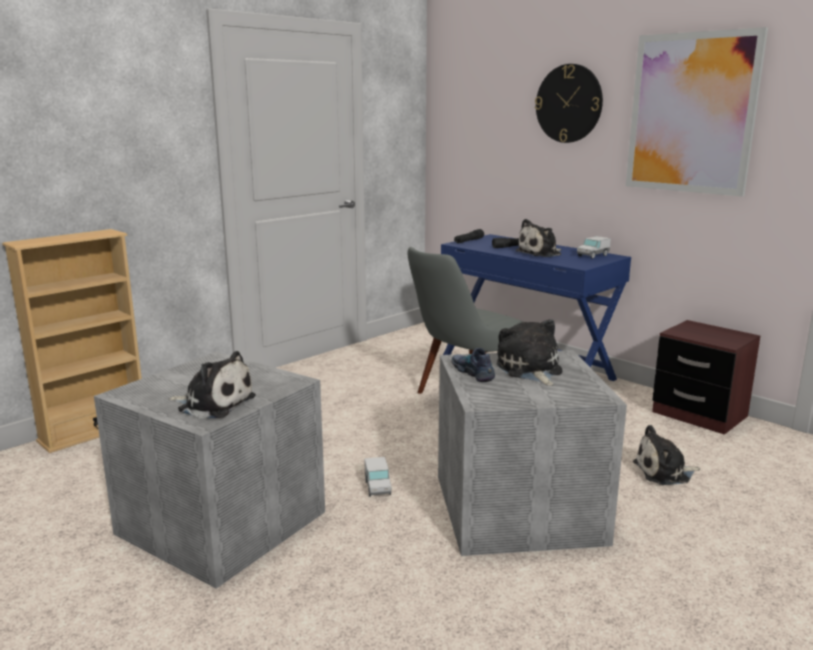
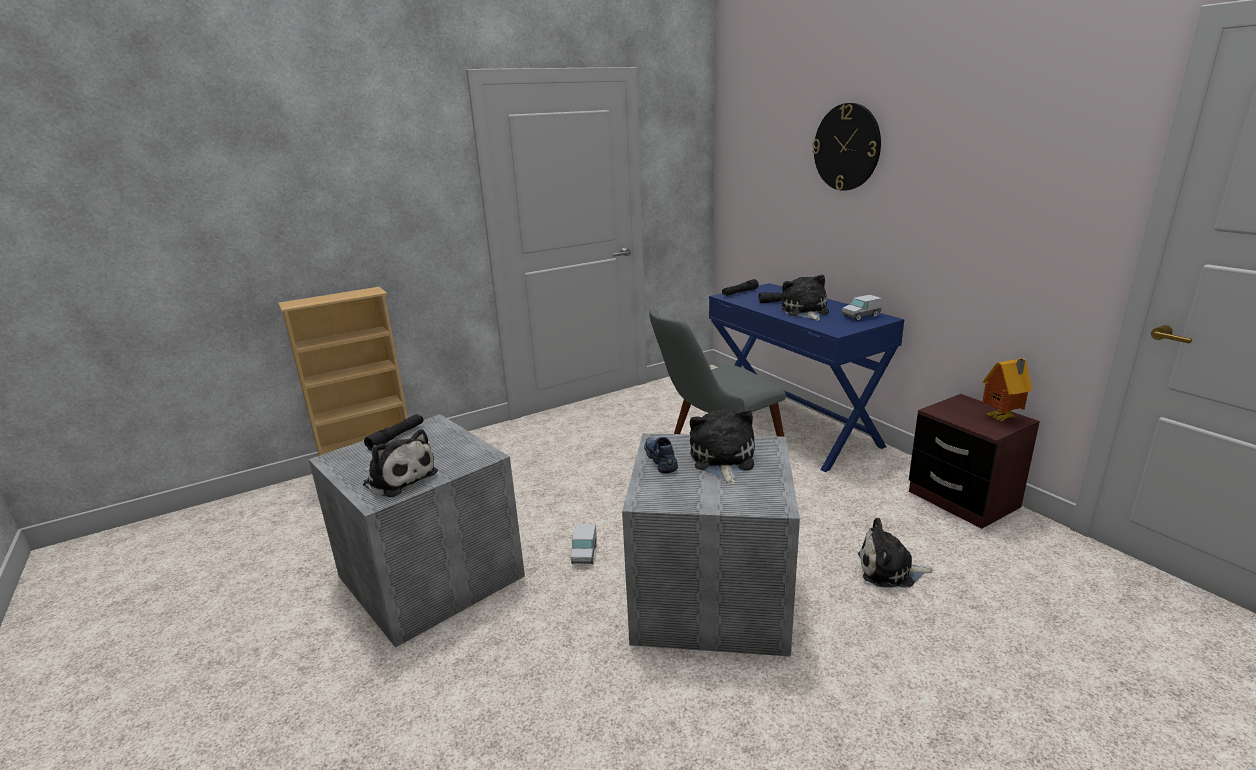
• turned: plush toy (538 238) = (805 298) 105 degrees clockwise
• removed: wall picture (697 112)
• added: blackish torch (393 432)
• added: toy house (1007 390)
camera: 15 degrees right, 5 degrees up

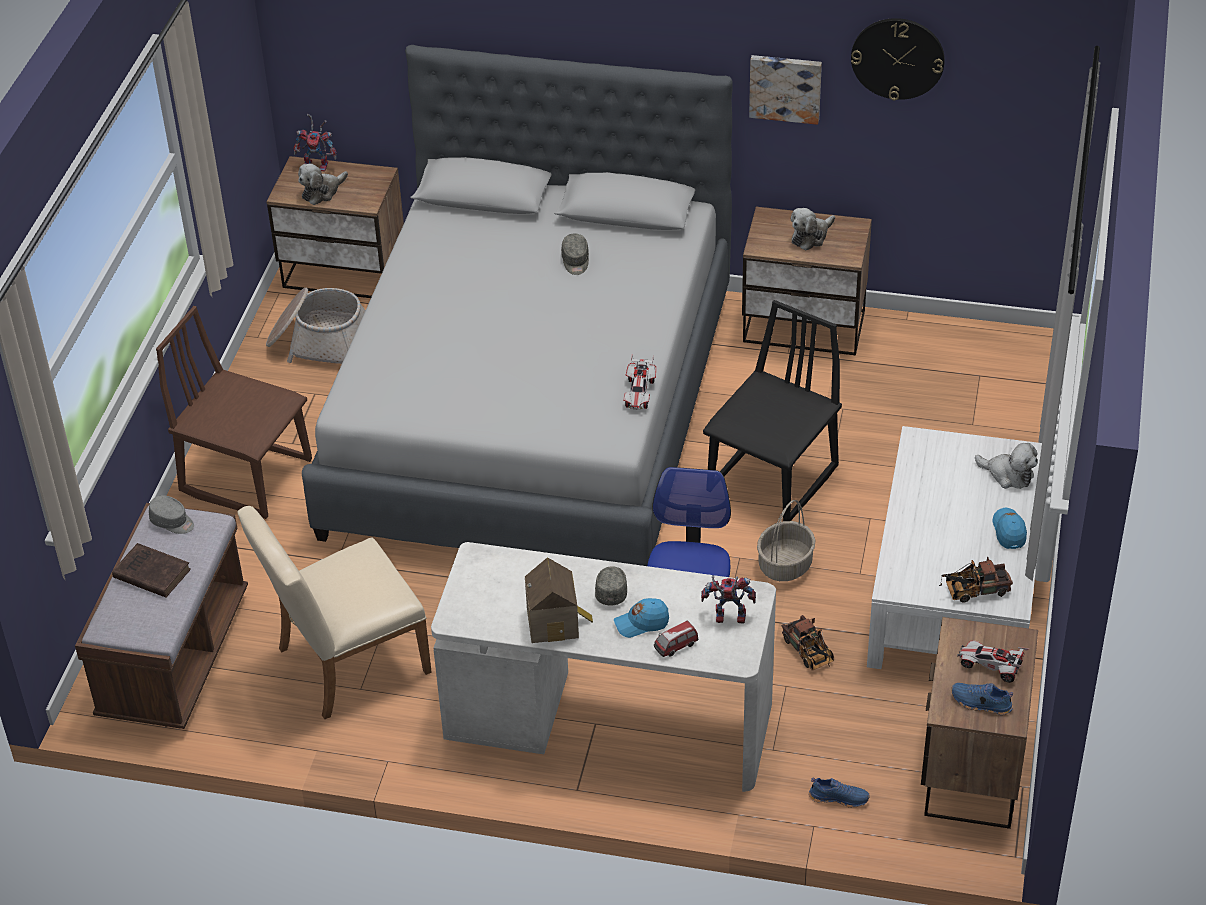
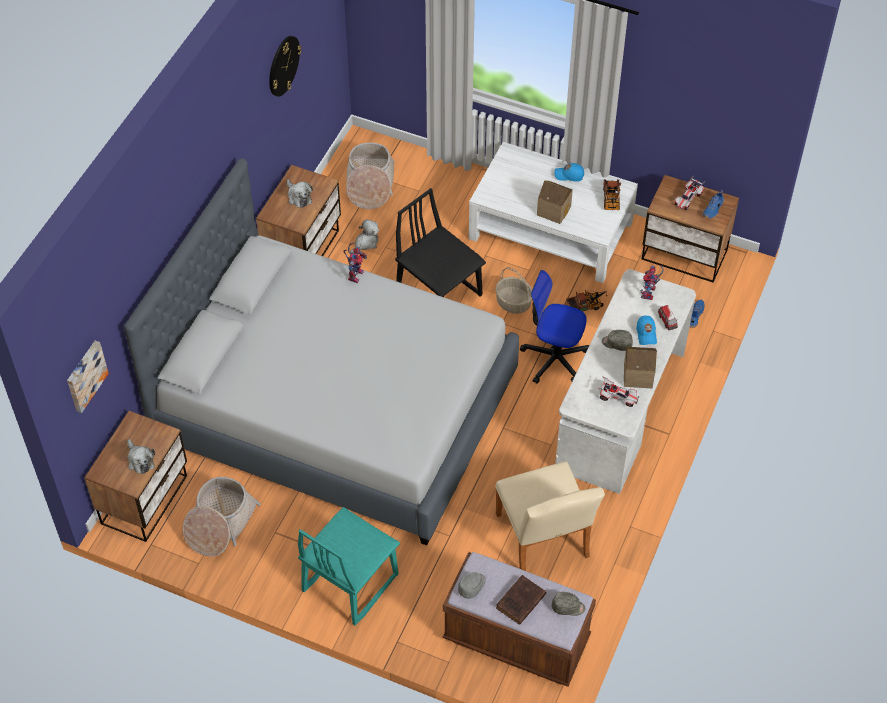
• recoloured: brown chair (234 412) to turquoise chair (349 566)
• moved: robot figure (315 143) to (355 262)
• moved: gray peaked cap (575 254) to (568 604)
• moved: model car (639 382) to (618 391)
• moved: wall picture (785 90) to (88 377)
• moved: plush toy (1006 466) to (364 236)
• added: basket (370 175)
• added: toy house (555 202)
camera: 80 degrees left, 10 degrees up

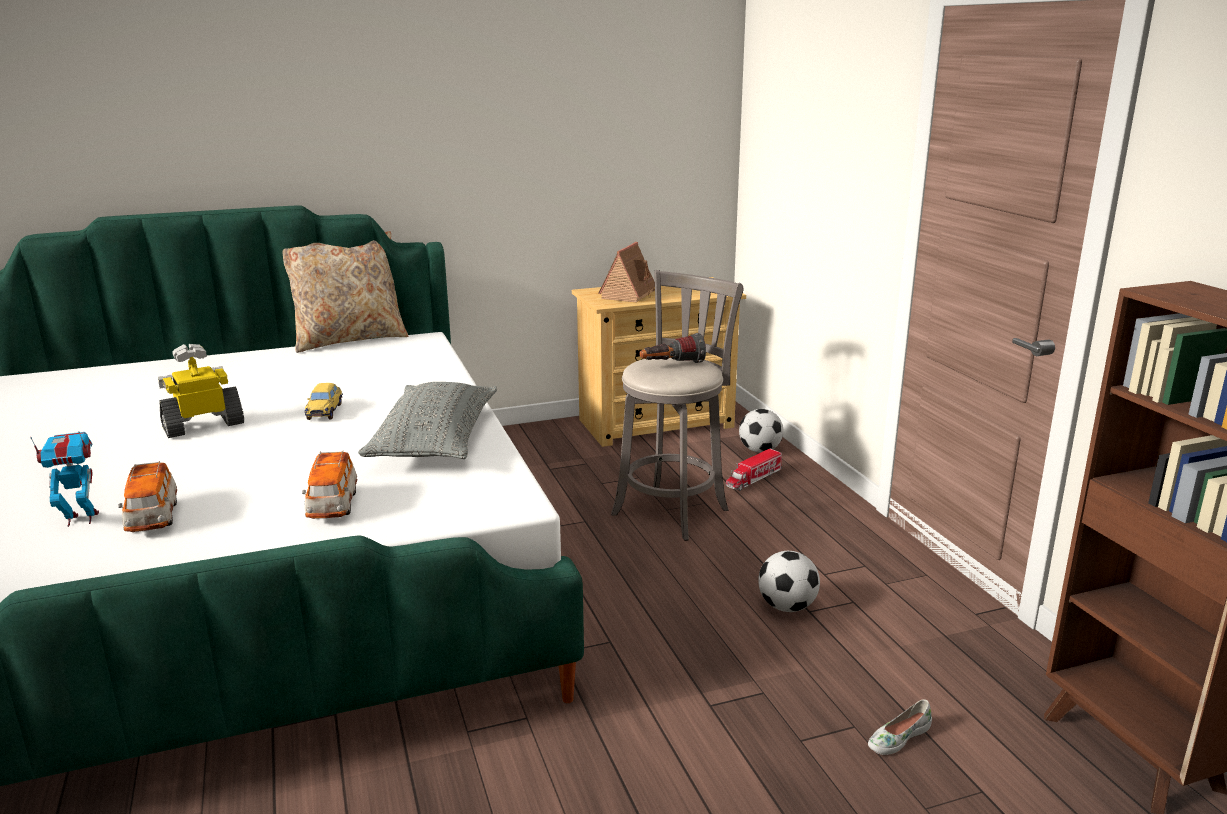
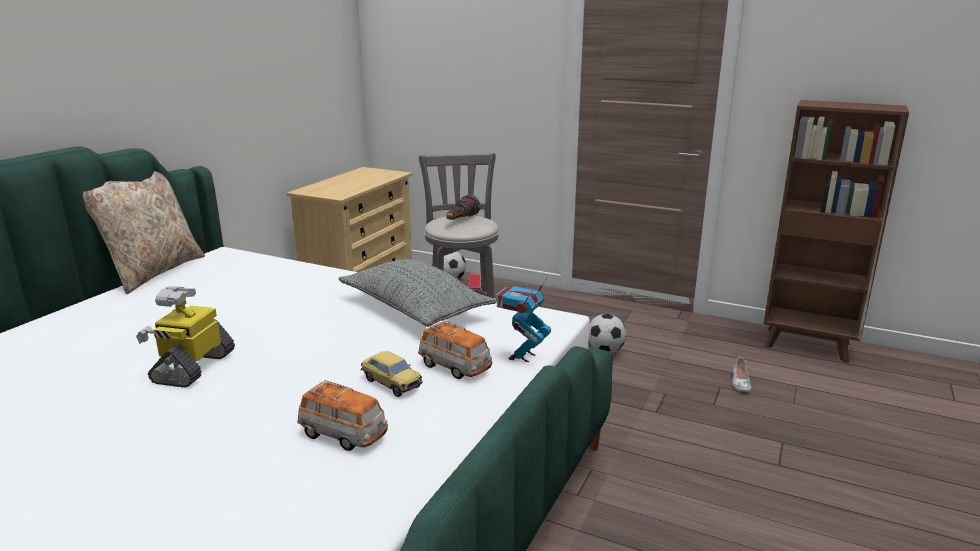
• moved: robot figure (64 479) to (523 320)
• moved: model car (324 401) to (392 374)
• removed: toy house (626 272)
camera: 45 degrees left, 0 degrees up

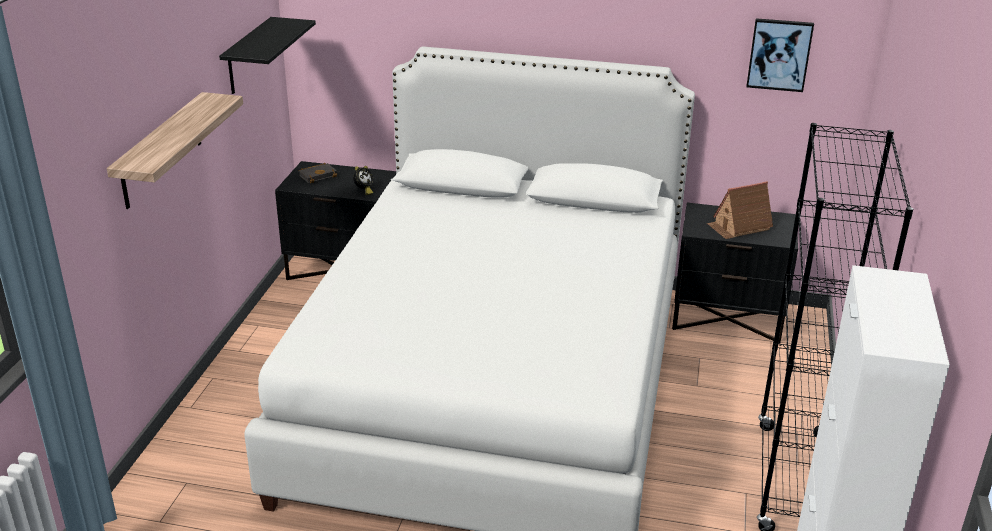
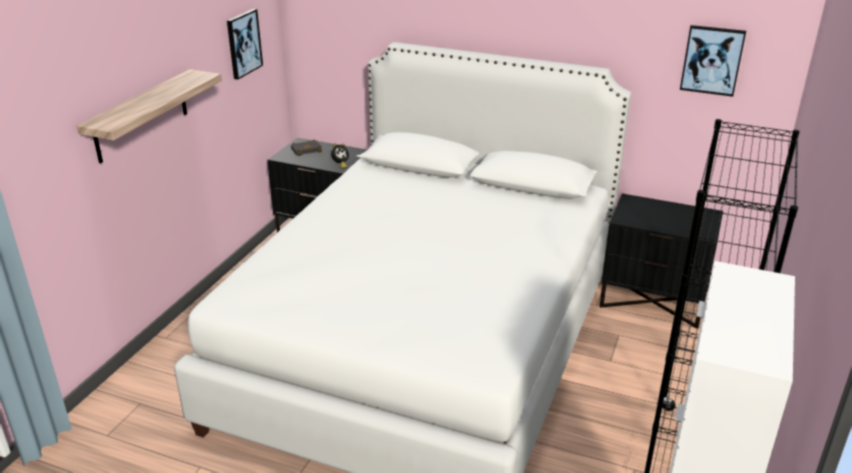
• replaced: blackish shelf (267 55) to wall picture (245 44)
• removed: toy house (740 210)
camera: 10 degrees right, 0 degrees up

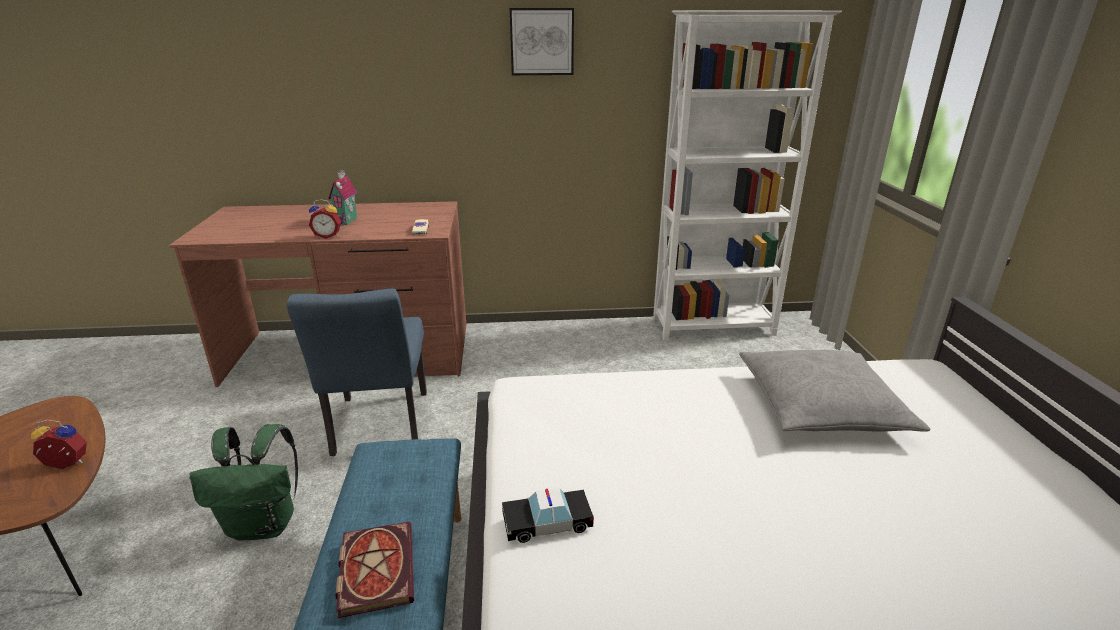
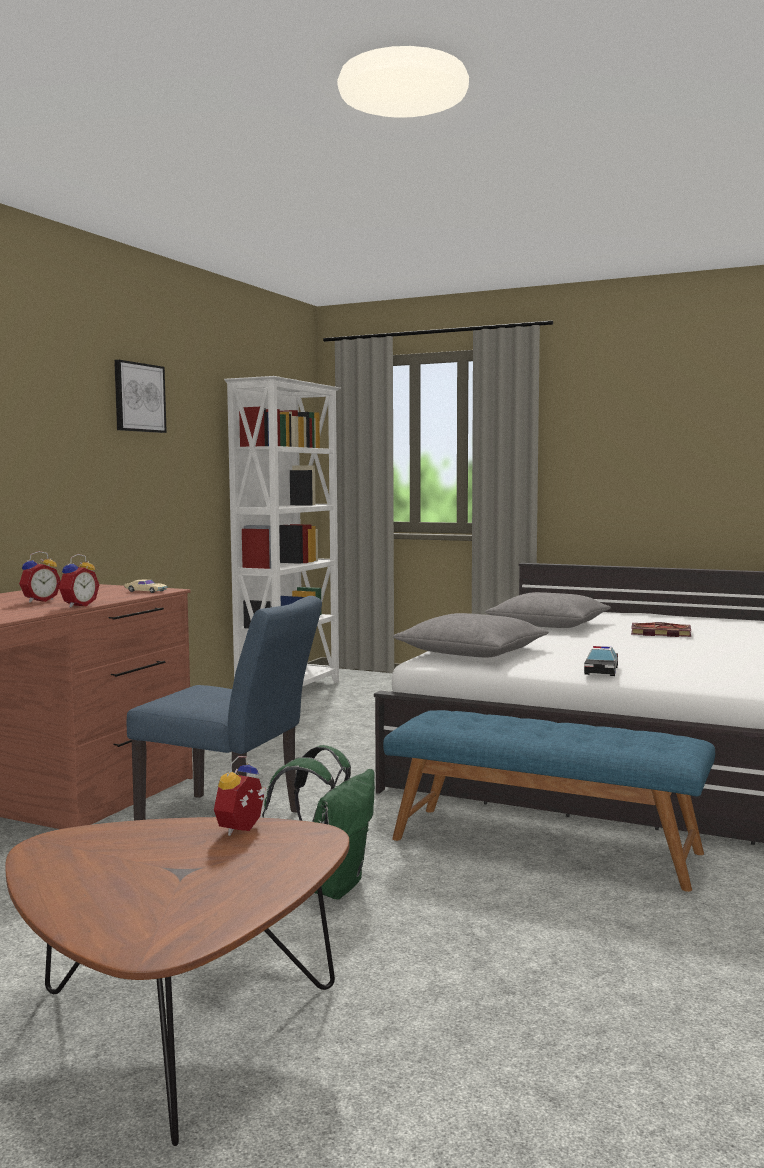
• replaced: toy house (342 197) to table clock (40 577)
• moved: volume (375 570) to (661 629)
• added: gray cushion (471 635)
camera: 60 degrees left, 20 degrees down

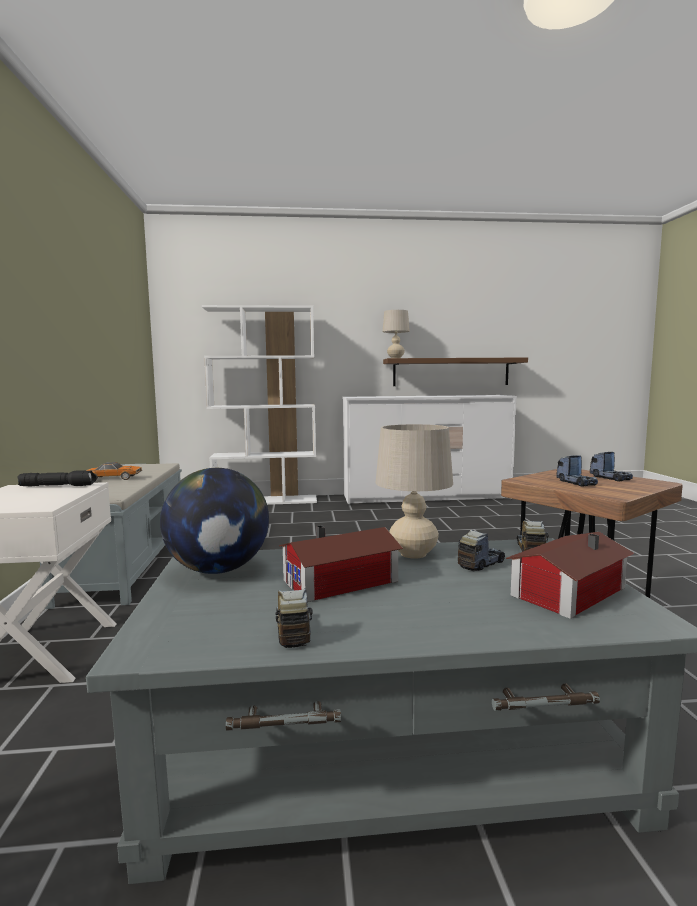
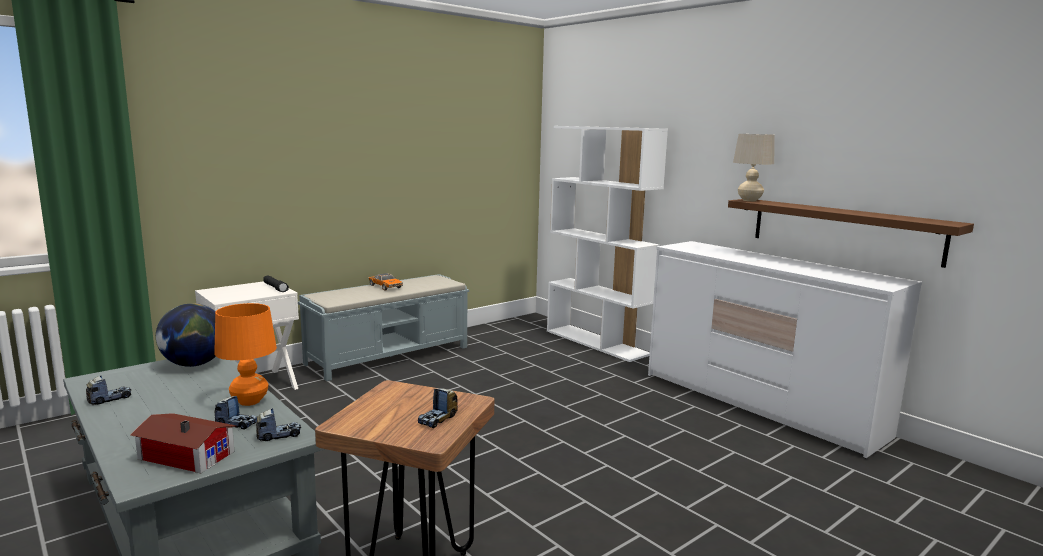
• removed: toy house (341 564)
• recoloured: beige table lamp (414 491) to orangey table lamp (245 354)
• removed: model truck (577 471)
camera: 55 degrees right, 5 degrees up

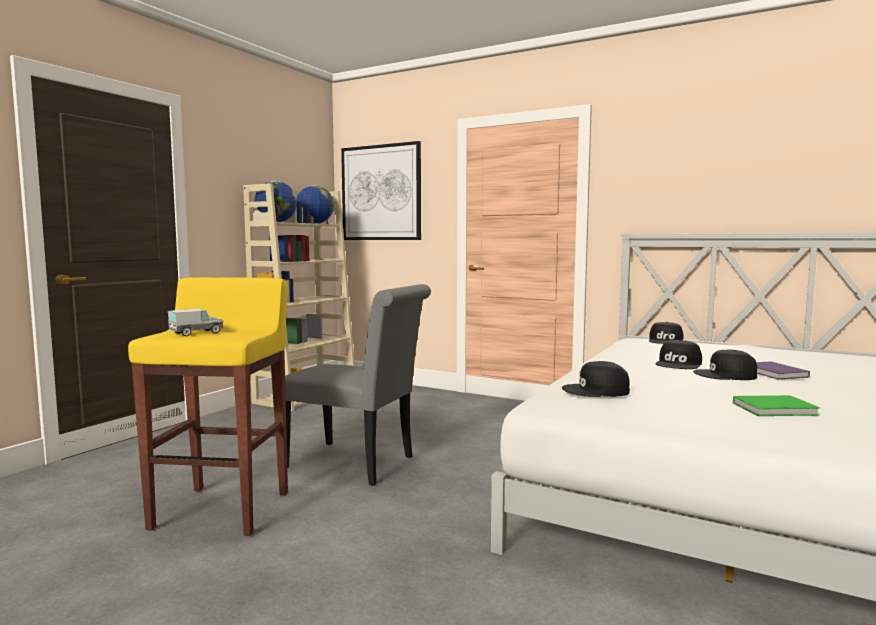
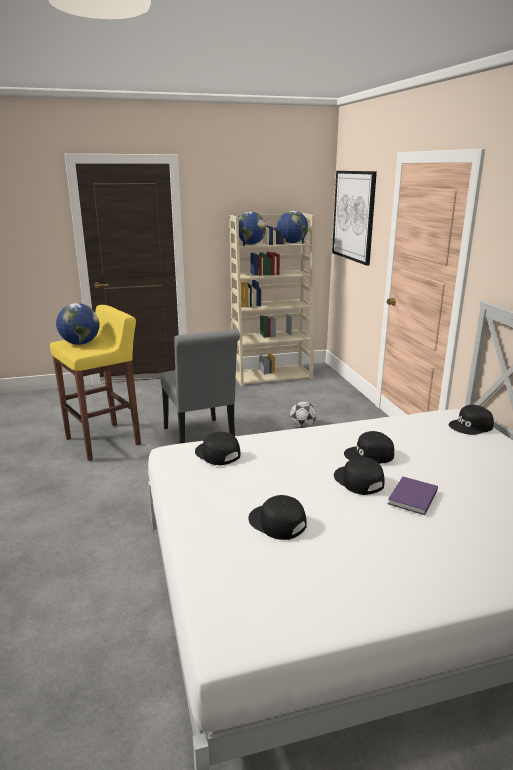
• replaced: model truck (195 322) to globe (77 324)
• replaced: green volume (776 405) to blackish peaked cap (277 517)
• added: football ball (303 414)
camera: 45 degrees right, 15 degrees up

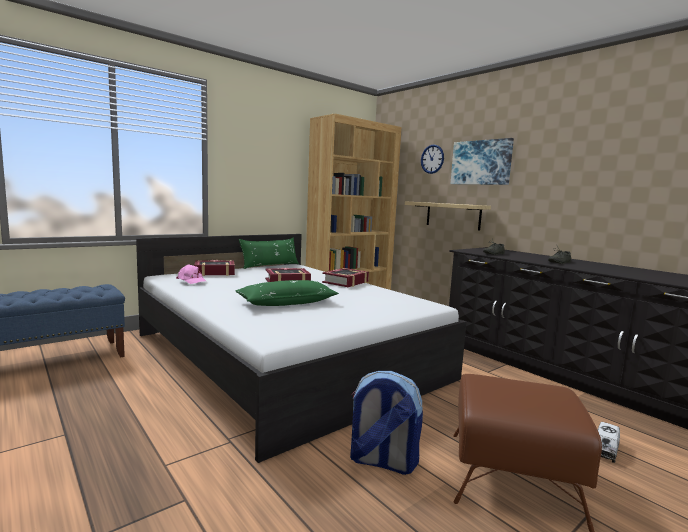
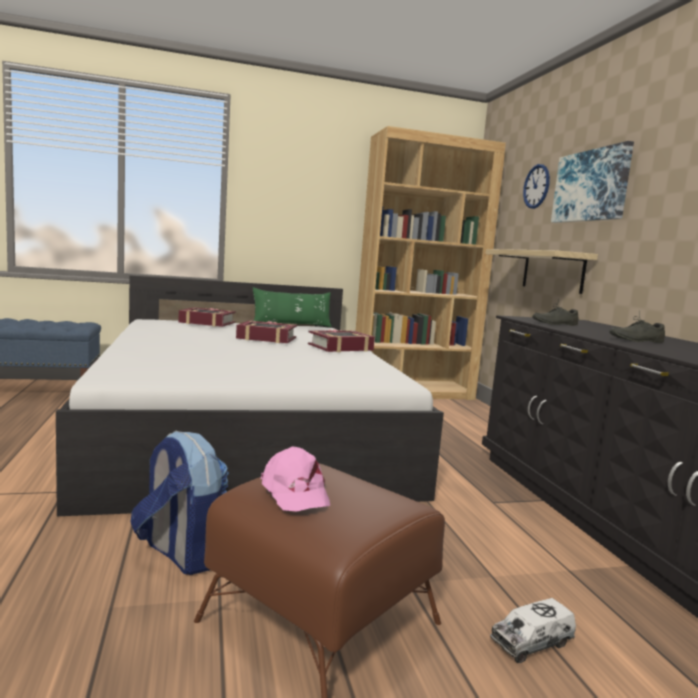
• moved: pink-coloured peaked cap (191 274) to (295 478)
• removed: green cushion (287 293)
camera: 25 degrees right, 0 degrees up

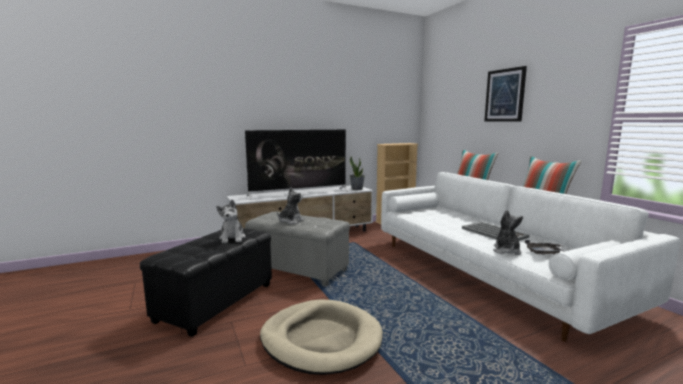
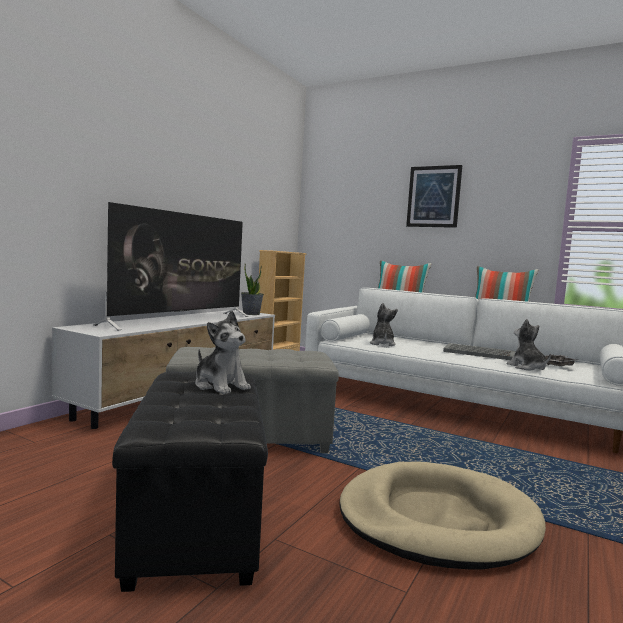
• moved: plush toy (290 205) to (384 324)
camera: 35 degrees left, 5 degrees down

